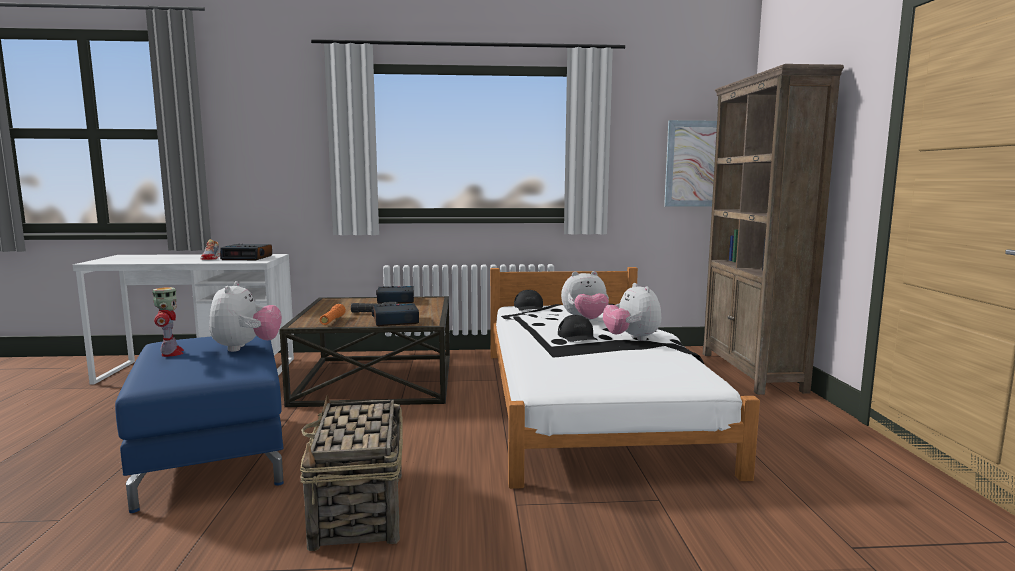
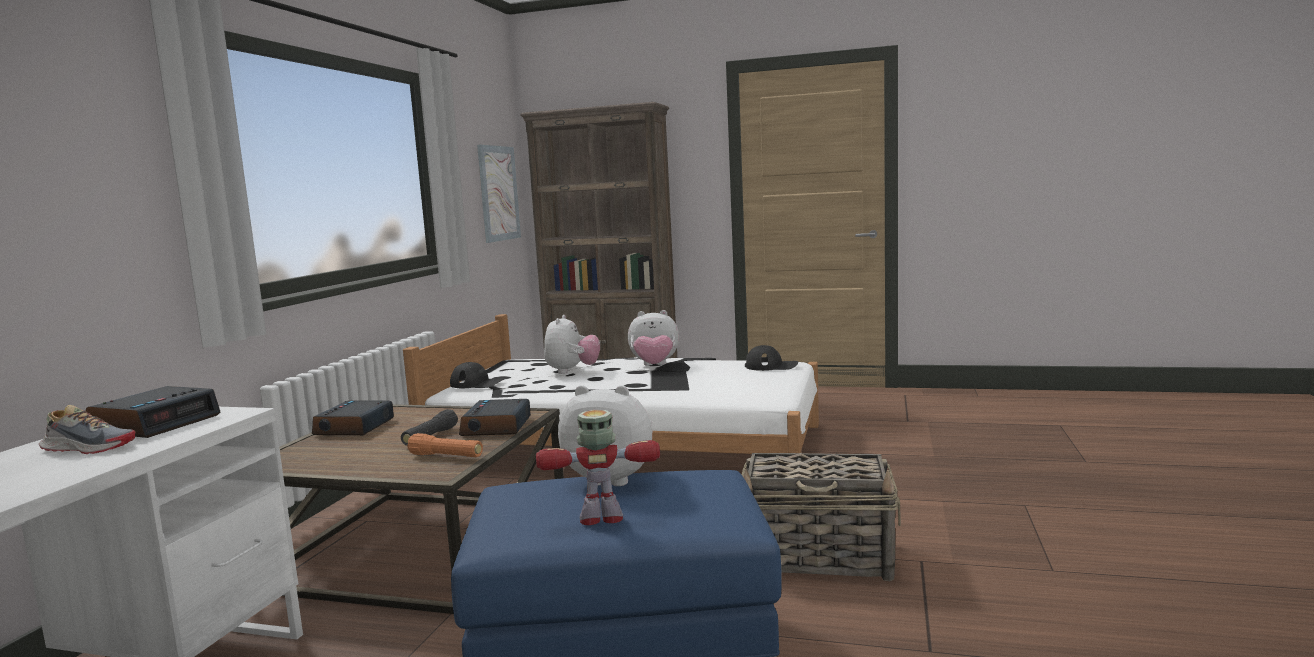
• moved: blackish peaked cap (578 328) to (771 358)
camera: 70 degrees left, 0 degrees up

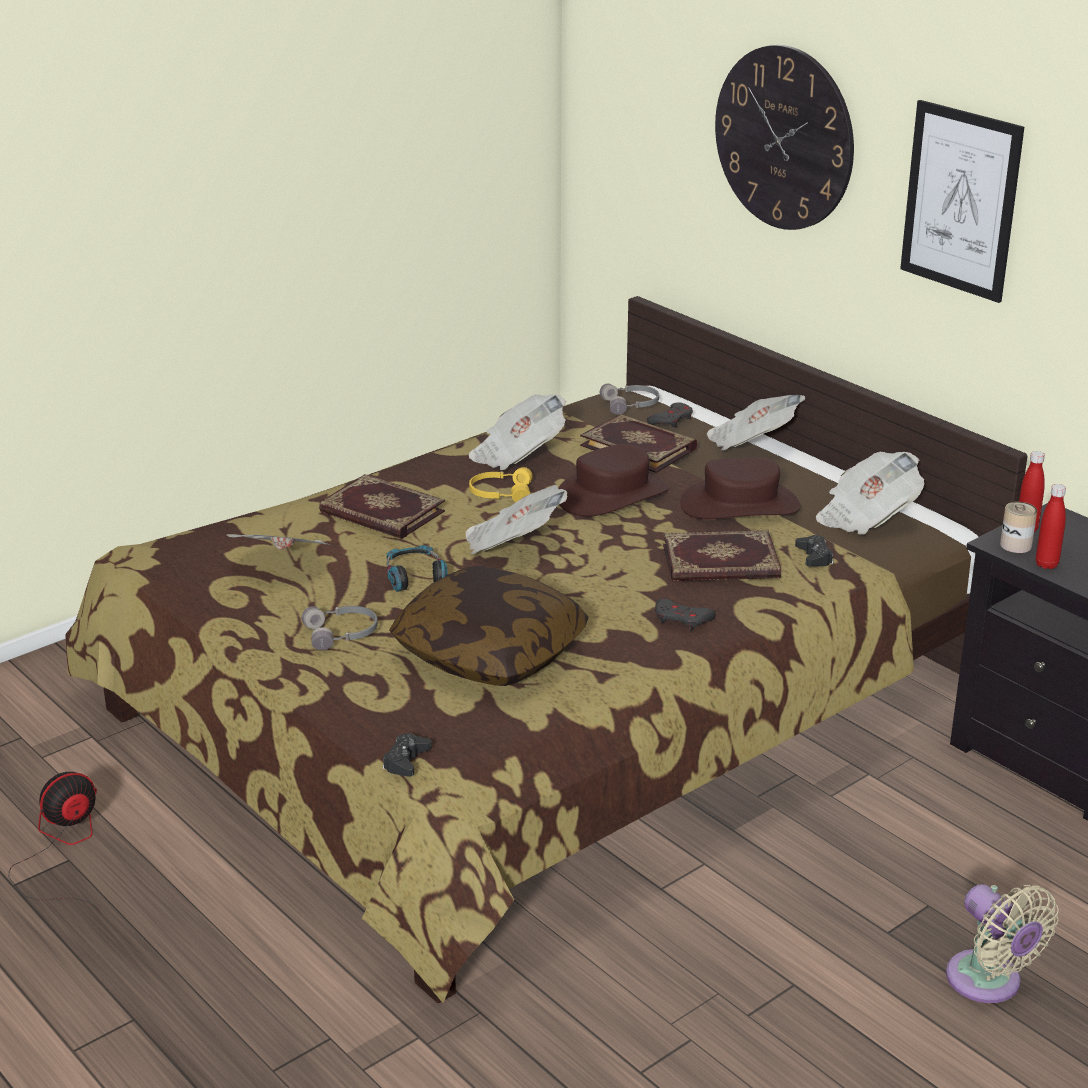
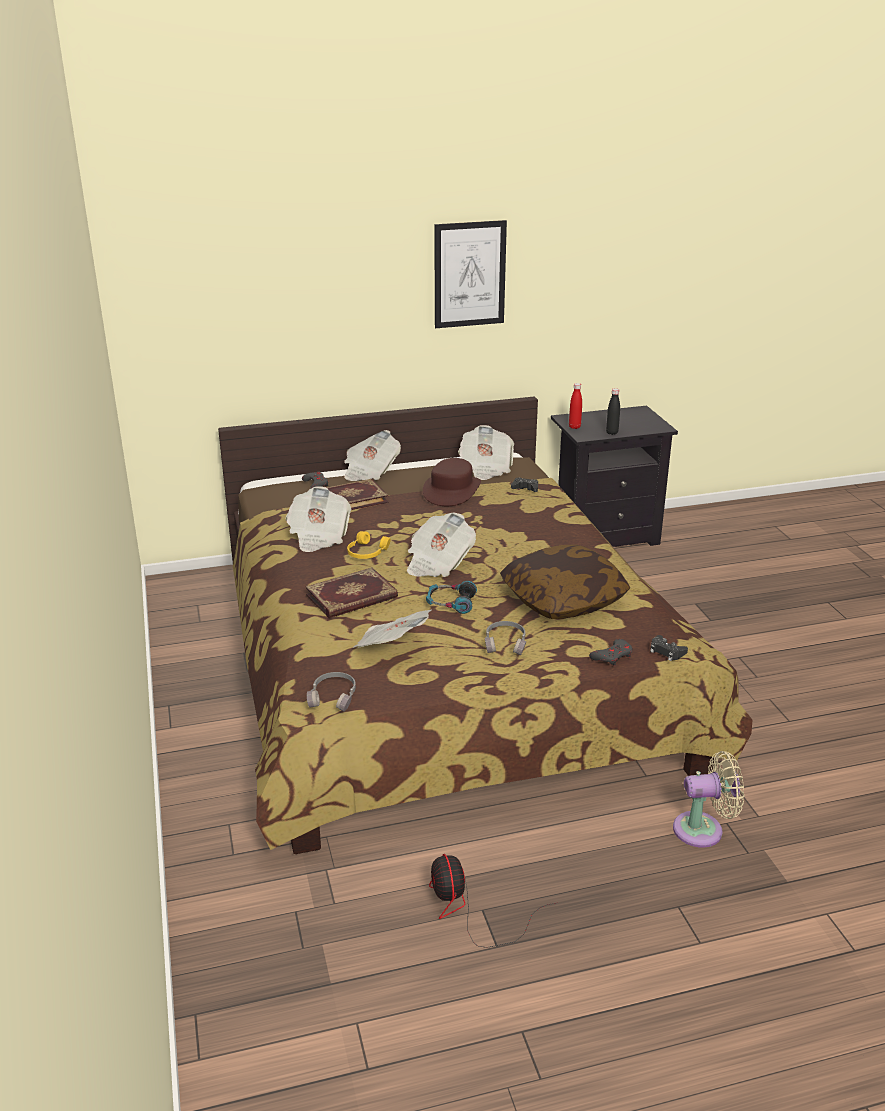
• removed: brown wearable hat (613 480)
• moved: gray headset (629 399) to (331 692)
• moved: gray gamepad (685 614) to (611 652)
• removed: volume (722 555)
• removed: wall clock (784 137)
• moved: beige cooling fan (1002 943) to (708 799)
• removed: can (1018 527)
• recoloured: red-coloured bottle (1051 526) to blackish bottle (613 411)
camera: 65 degrees left, 0 degrees up

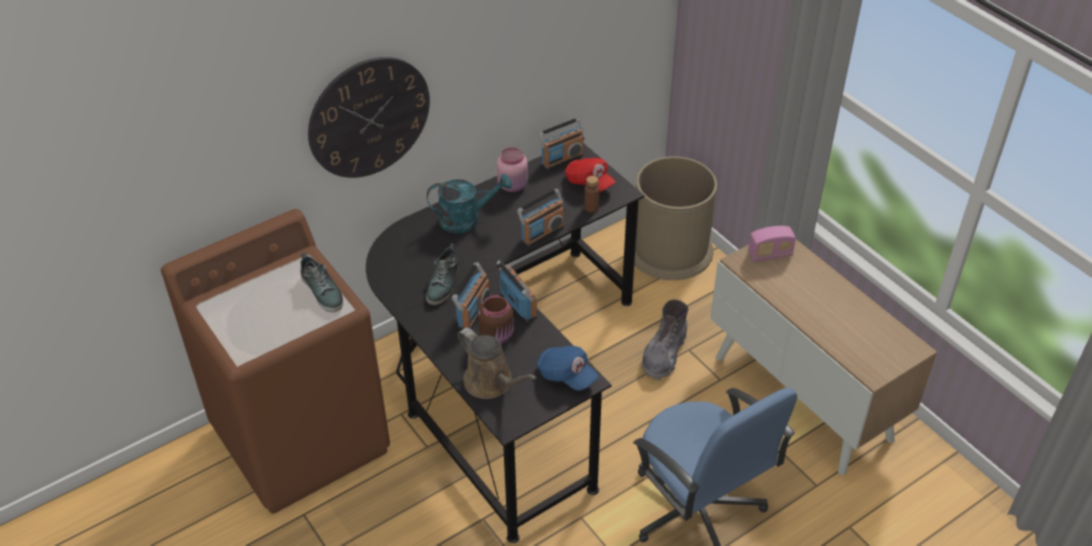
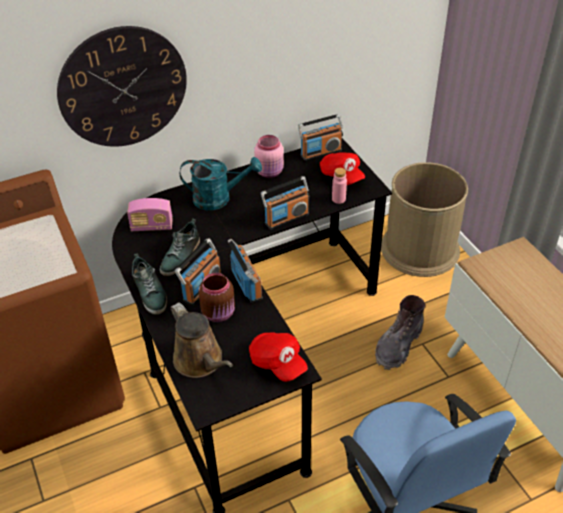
• moved: shoe (322 282) to (149 284)
• recoloured: blue-coloured peaked cap (568 368) to red-coloured peaked cap (278 357)
• recoloured: brown bottle (591 194) to pink-coloured bottle (339 186)
• moved: radio set (772 244) to (150 214)
camera: 10 degrees right, 0 degrees up

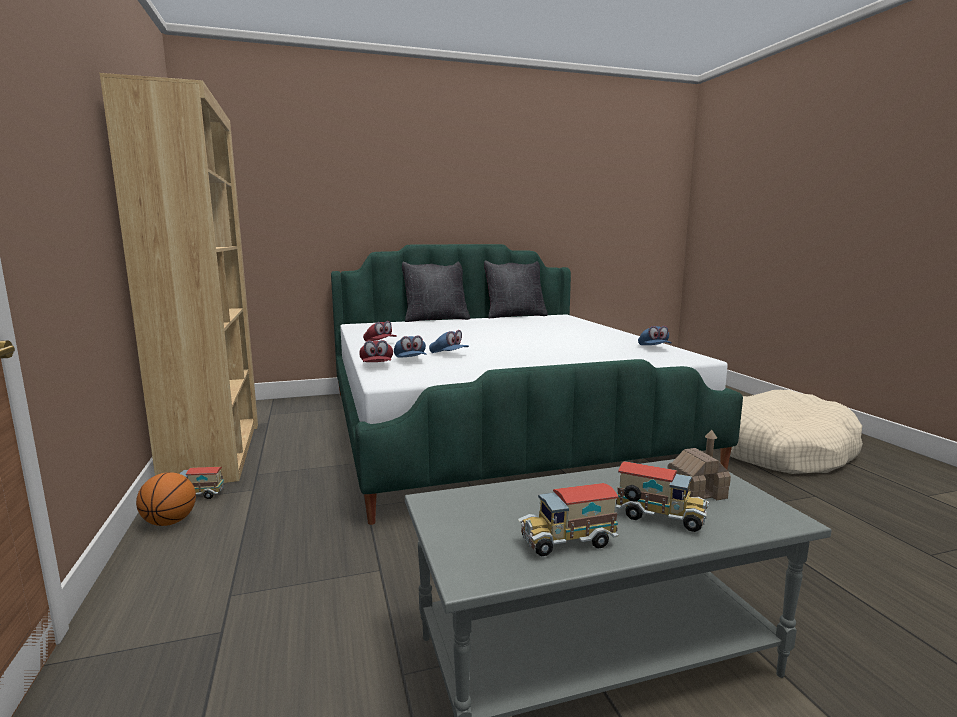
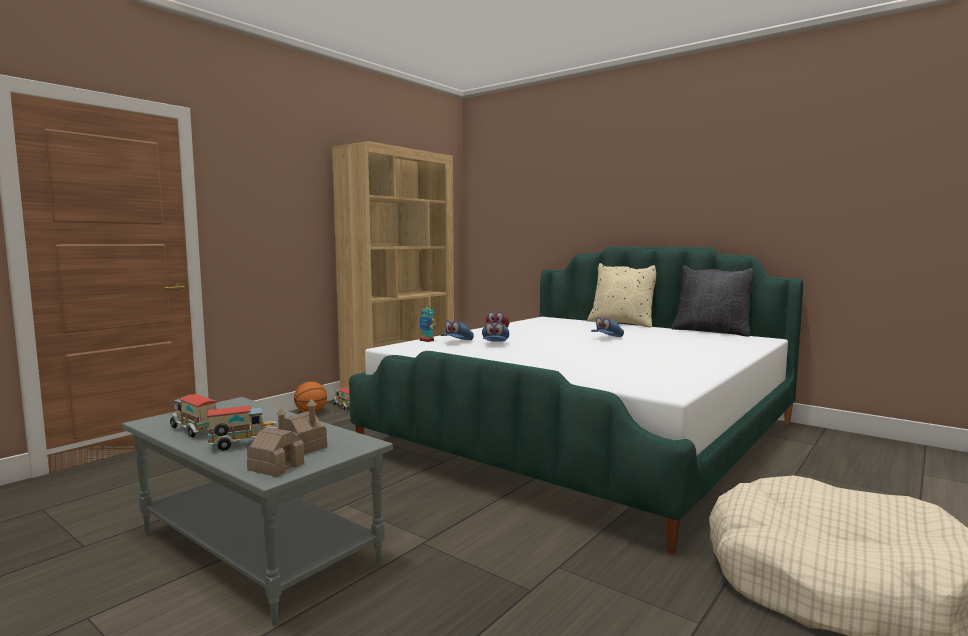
• replaced: red-coloured peaked cap (376 351) to robot figure (428 324)
• recoloured: blackish cushion (436 292) to beige cushion (621 295)
• turned: model truck (662 496) = (242 428) 105 degrees counterclockwise
• moved: blue-coloured peaked cap (655 335) to (607 327)
• added: toy house (275 442)
camera: 55 degrees right, 5 degrees down

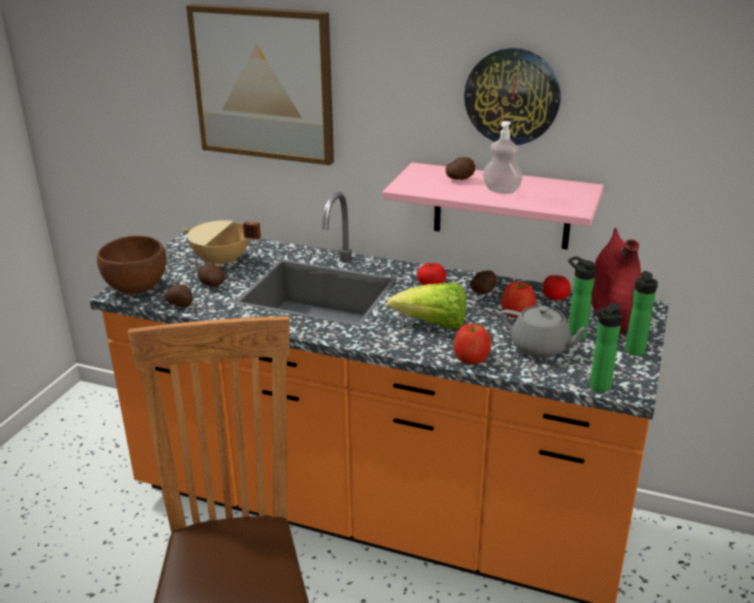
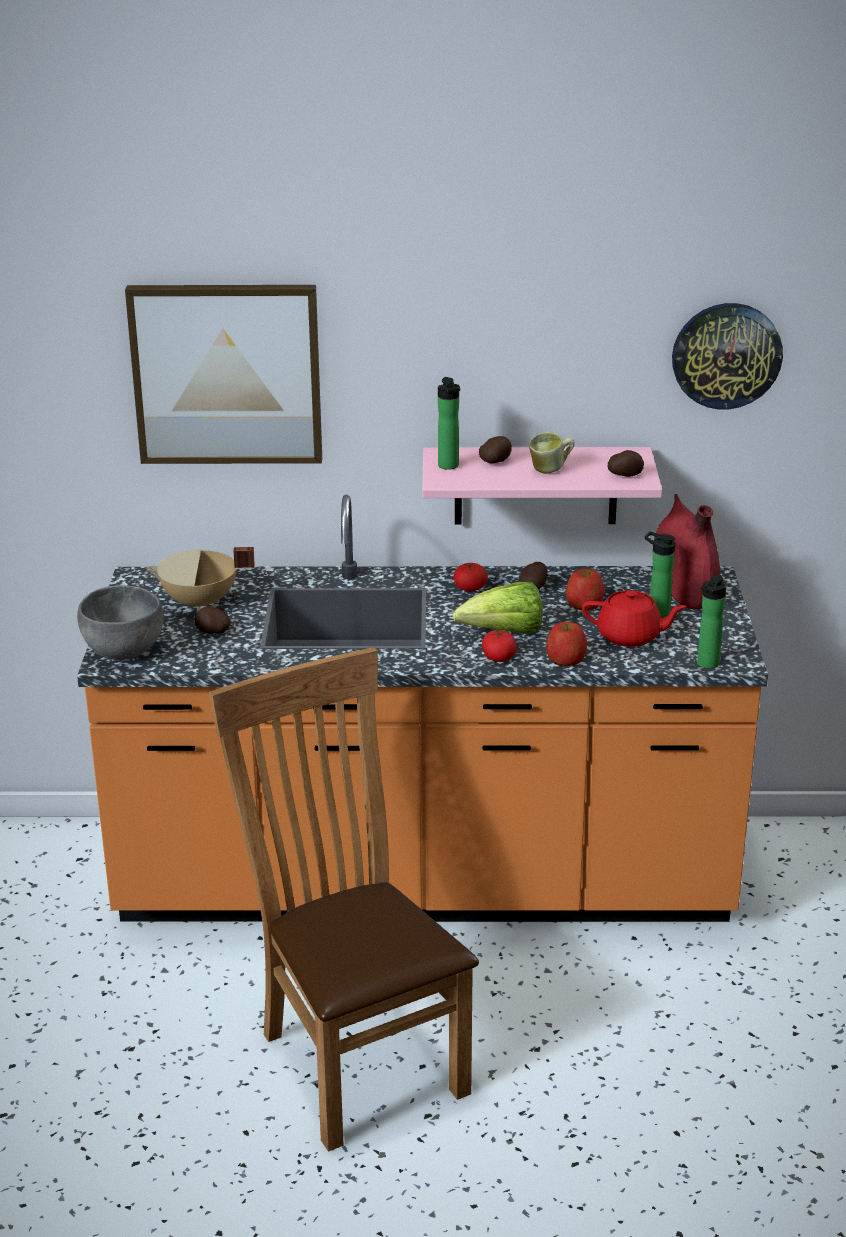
• recoloured: brown bowl (131 264) to gray bowl (120 622)
• moved: spud (178 296) to (626 463)
• moved: wall clock (512 96) to (727 356)
• replaced: soap dispenser (502 157) to mug (552 453)
• recoloured: gray tea pot (546 332) to red-coloured tea pot (634 618)
• moved: fresh tomato (557 287) to (499 646)
• moved: bottle (641 313) to (449 423)
camera: 20 degrees left, 0 degrees up

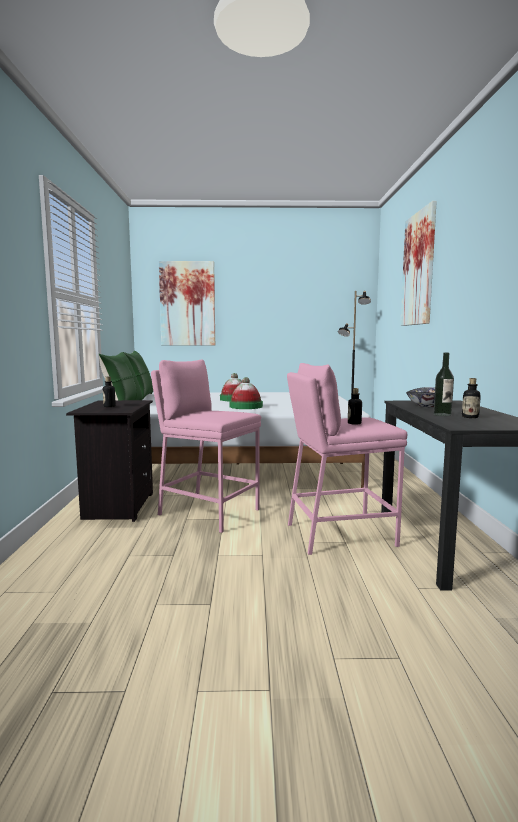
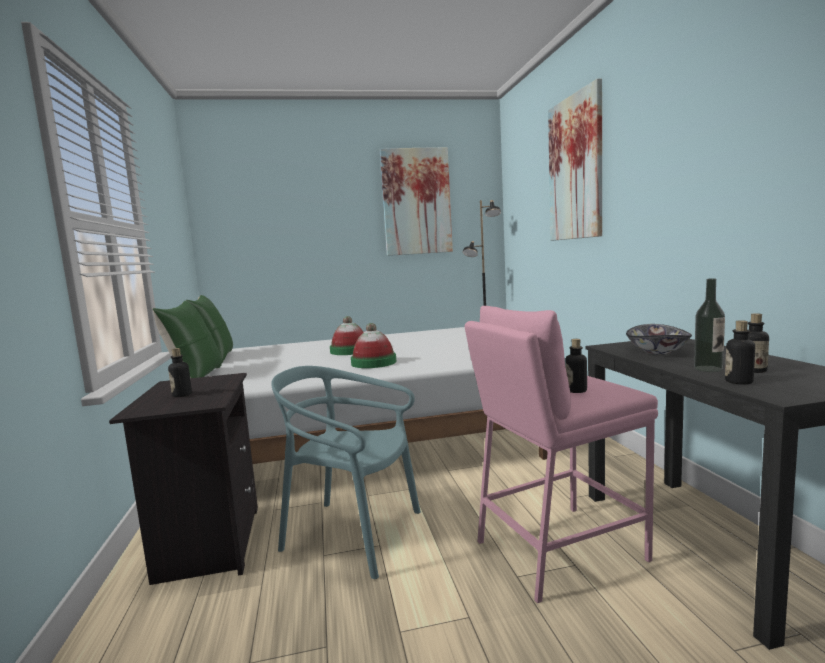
• replaced: pink-coloured stool (206 446) to turquoise chair (346 472)
• moved: wall picture (187 303) to (416 201)
• added: bottle (740 352)
camera: 10 degrees left, 0 degrees up

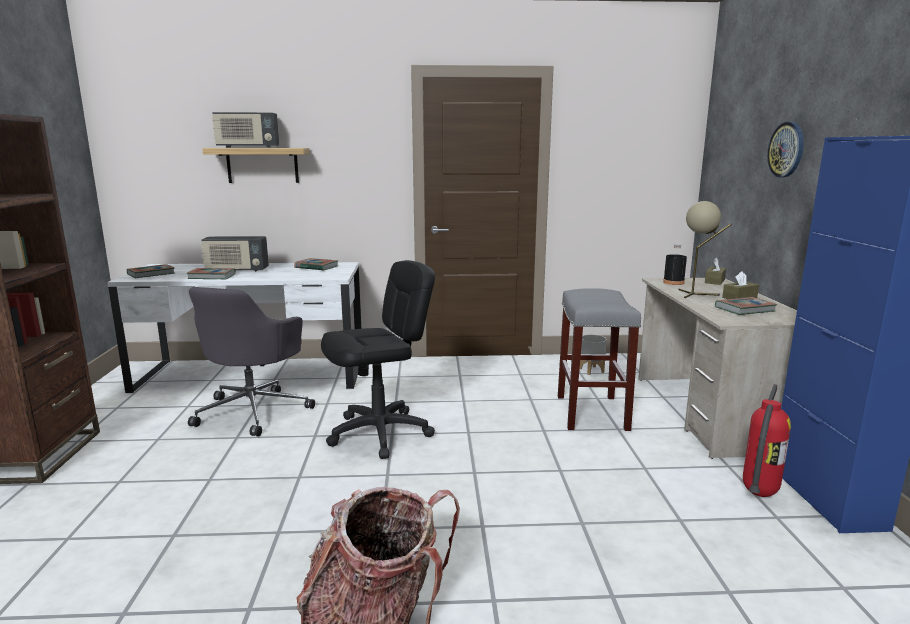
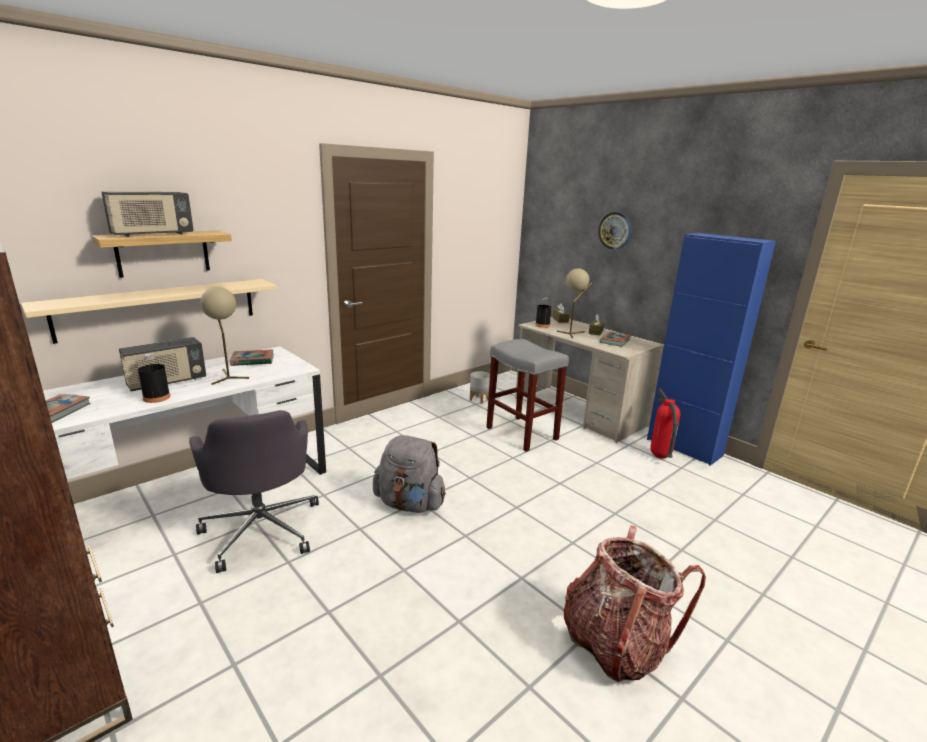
• replaced: volume (211 273) to blackish bottle (154 378)
• replaced: blackish office chair (378 359) to gray backpack (409 474)
• added: beige shelf (149 311)
• added: beige table lamp (224 336)
camera: 40 degrees left, 5 degrees up

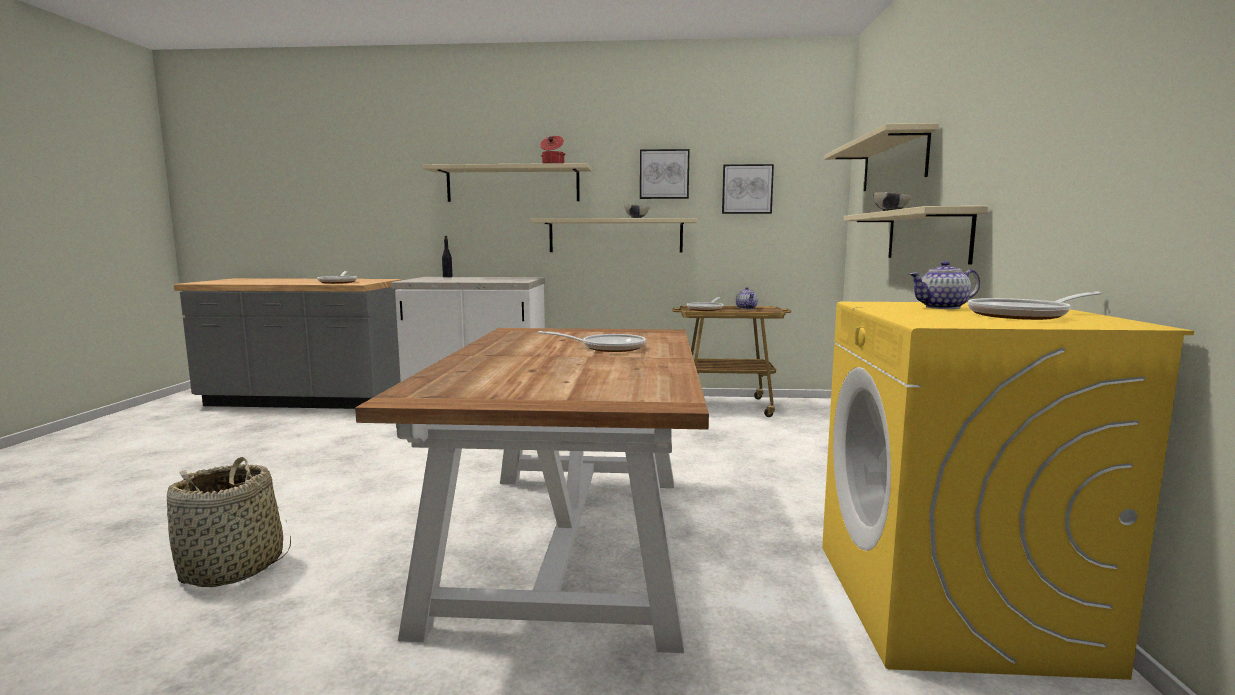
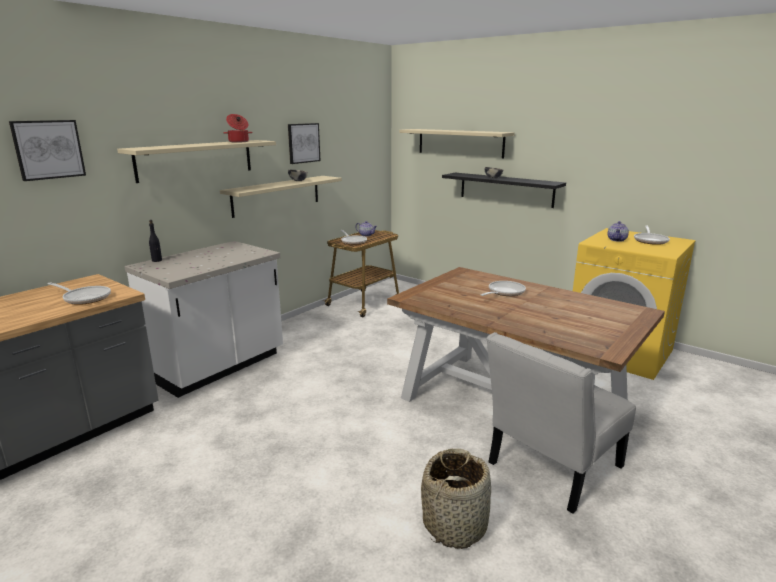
• moved: wall picture (748 189) to (47 150)
• recoloured: beige shelf (916 235) to blackish shelf (504 190)
• added: white-coloured chair (561 423)
camera: 55 degrees left, 10 degrees up

